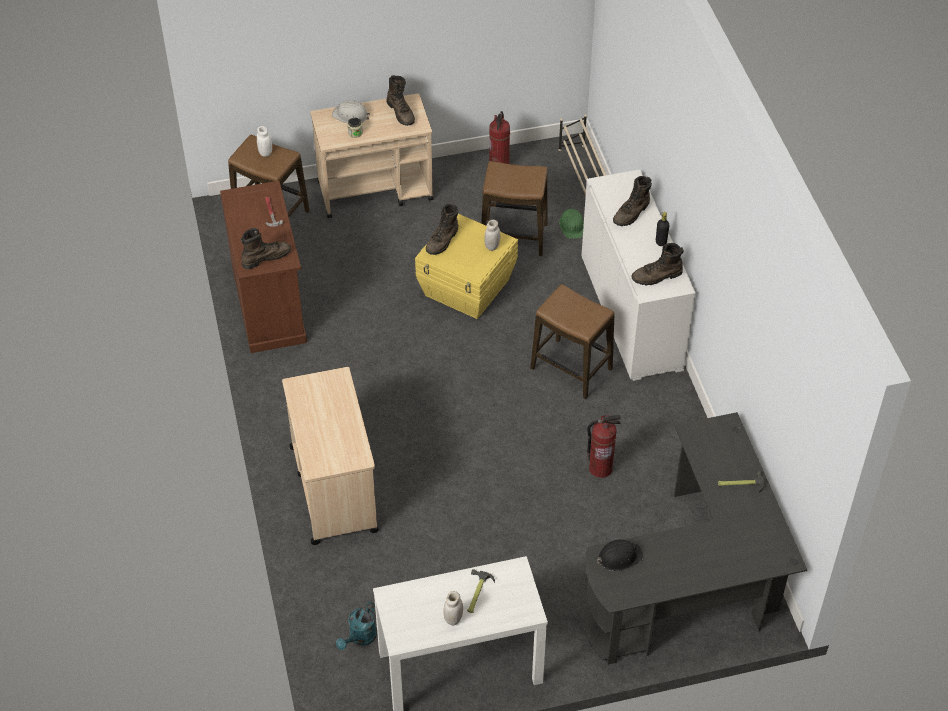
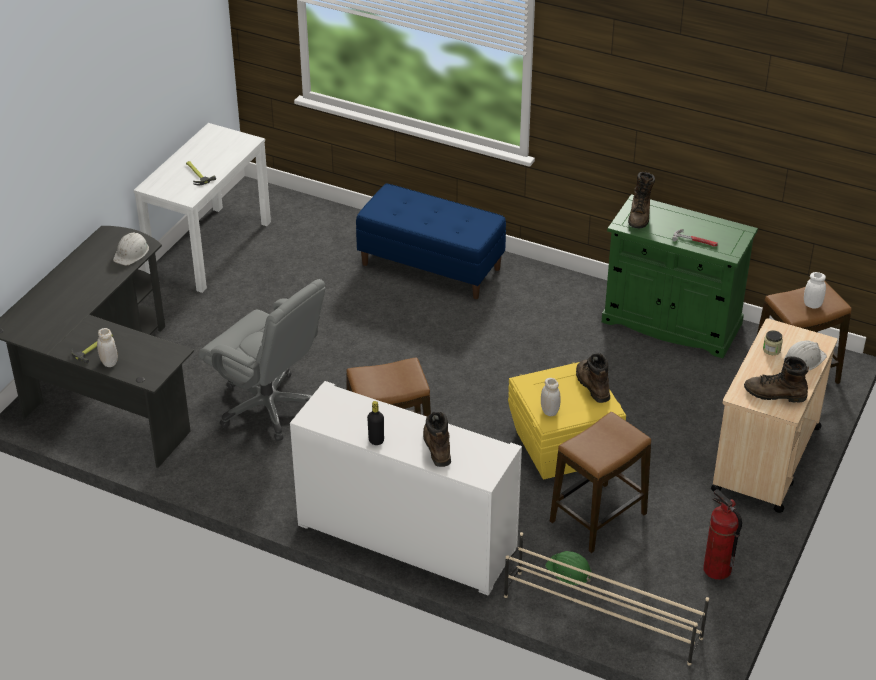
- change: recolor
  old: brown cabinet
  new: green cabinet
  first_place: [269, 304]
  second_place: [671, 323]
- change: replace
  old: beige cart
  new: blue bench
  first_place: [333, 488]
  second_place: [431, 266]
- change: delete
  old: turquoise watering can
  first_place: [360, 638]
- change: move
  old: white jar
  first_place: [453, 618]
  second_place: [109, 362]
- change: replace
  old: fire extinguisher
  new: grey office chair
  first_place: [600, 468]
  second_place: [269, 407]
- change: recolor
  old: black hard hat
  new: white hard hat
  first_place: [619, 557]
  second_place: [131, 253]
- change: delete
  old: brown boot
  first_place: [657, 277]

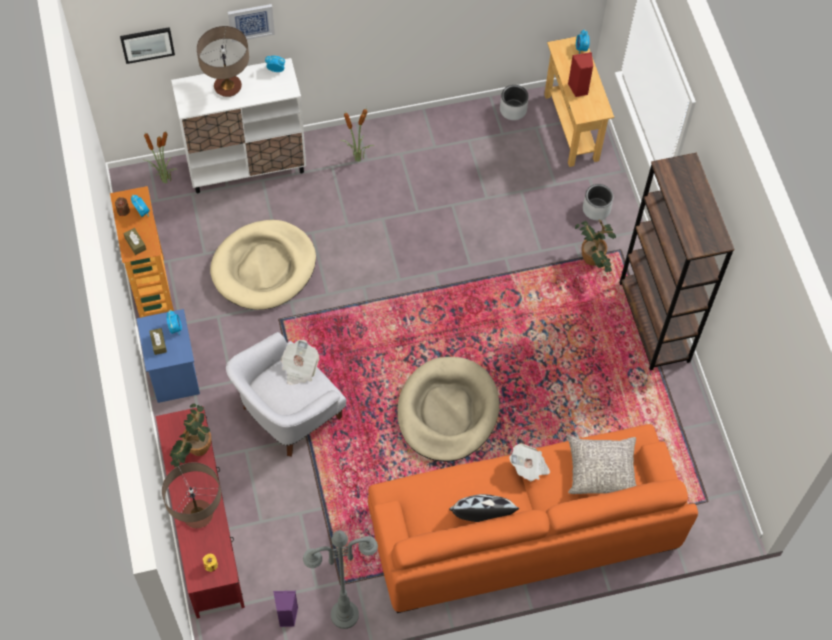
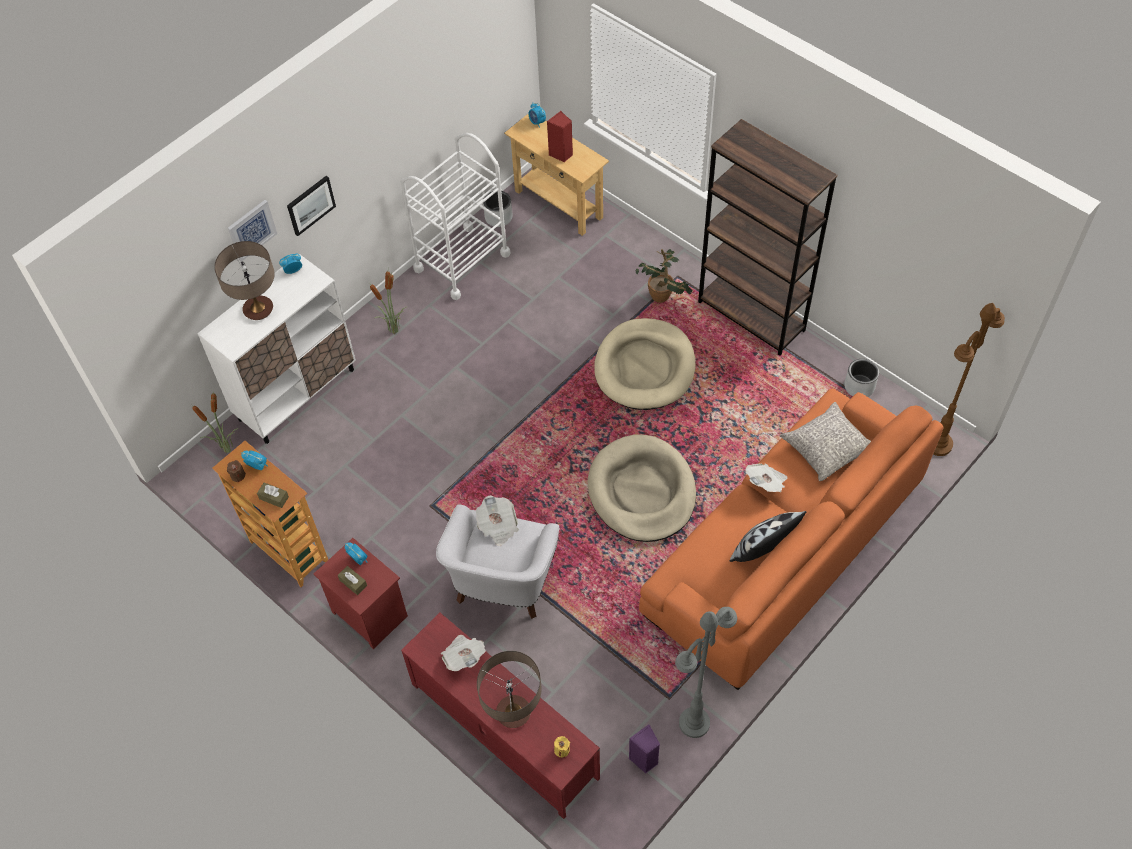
- change: move
  old: picture
  first_place: [147, 44]
  second_place: [310, 205]
- change: recolor
  old: blue nightstand
  new: red nightstand
  first_place: [173, 374]
  second_place: [368, 614]
- change: replace
  old: potted plant
  new: newspaper
  first_place: [195, 450]
  second_place: [464, 657]
- change: move
  old: beige dog bed
  first_place: [264, 267]
  second_place: [645, 367]
- change: move
  old: grey planter
  first_place: [596, 209]
  second_place: [859, 386]
- change: insert
  new: white cart
  second_place: [462, 261]
- change: insert
  new: brown floor lamp
  second_place: [938, 444]

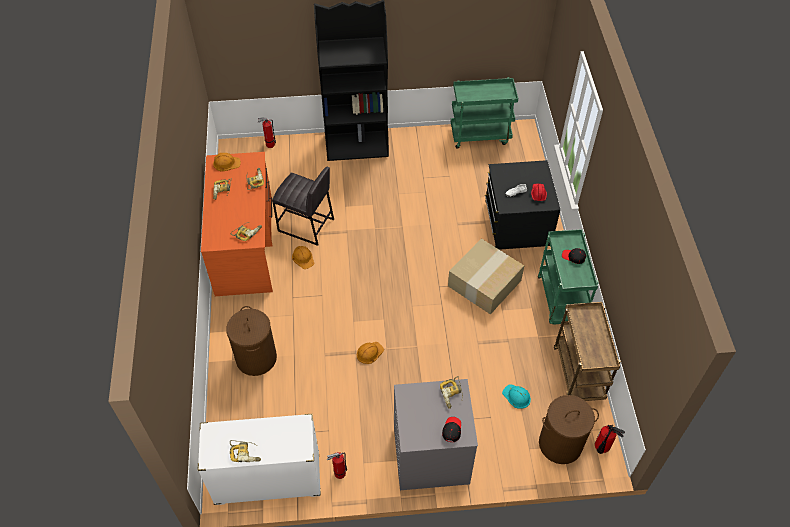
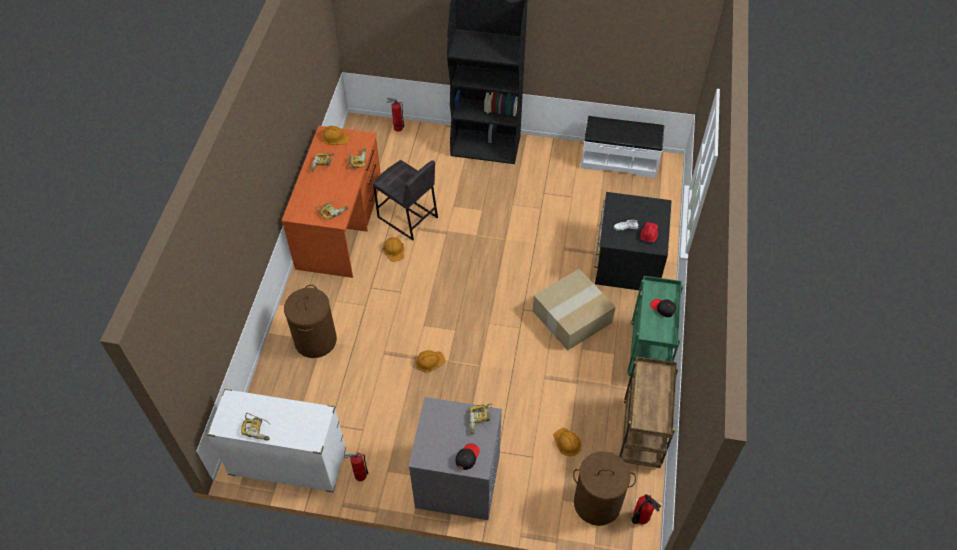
- change: replace
  old: green cart
  new: white bench
  first_place: [480, 135]
  second_place: [619, 160]
- change: recolor
  old: turquoise hard hat
  new: orange hard hat
  first_place: [516, 396]
  second_place: [567, 442]

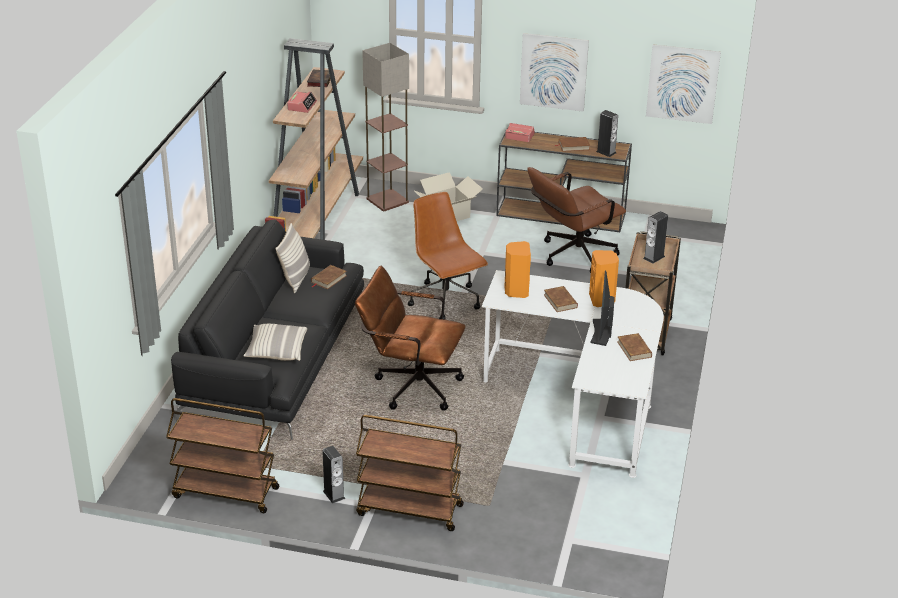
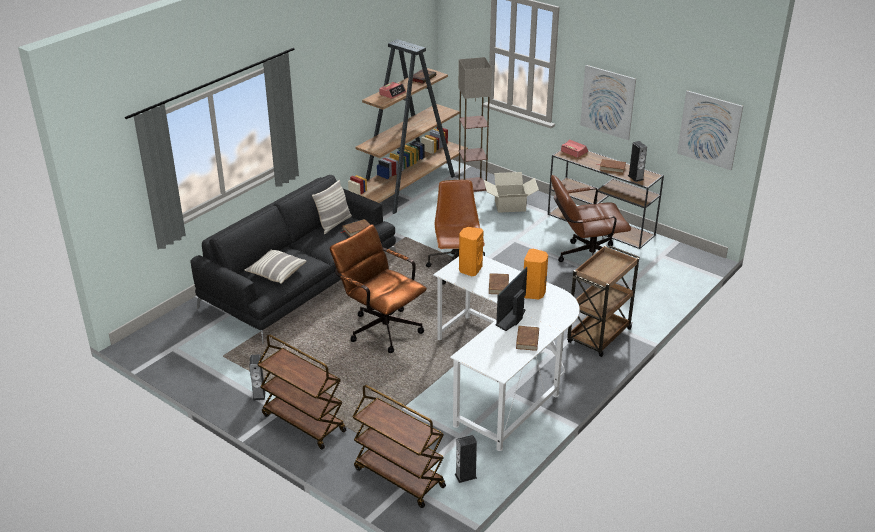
- change: move
  old: brown cart
  first_place: [224, 493]
  second_place: [398, 477]
- change: move
  old: speaker
  first_place: [654, 257]
  second_place: [465, 476]

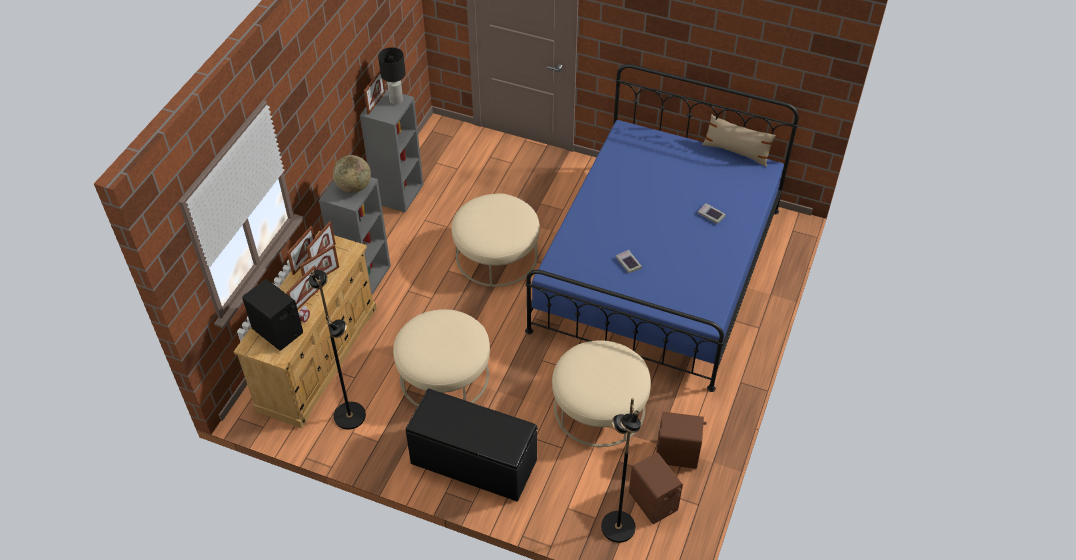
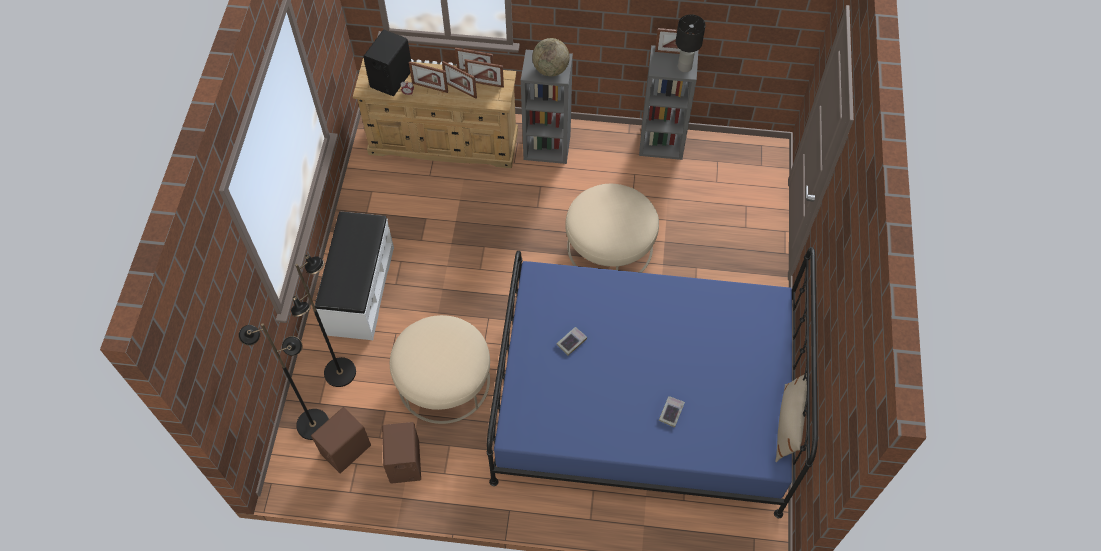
- change: move
  old: black floor lamp
  first_place: [350, 415]
  second_place: [340, 373]
- change: delete
  old: beige ottoman
  first_place: [444, 375]
- change: recolor
  old: black bench
  new: white bench
  first_place: [473, 462]
  second_place: [359, 290]

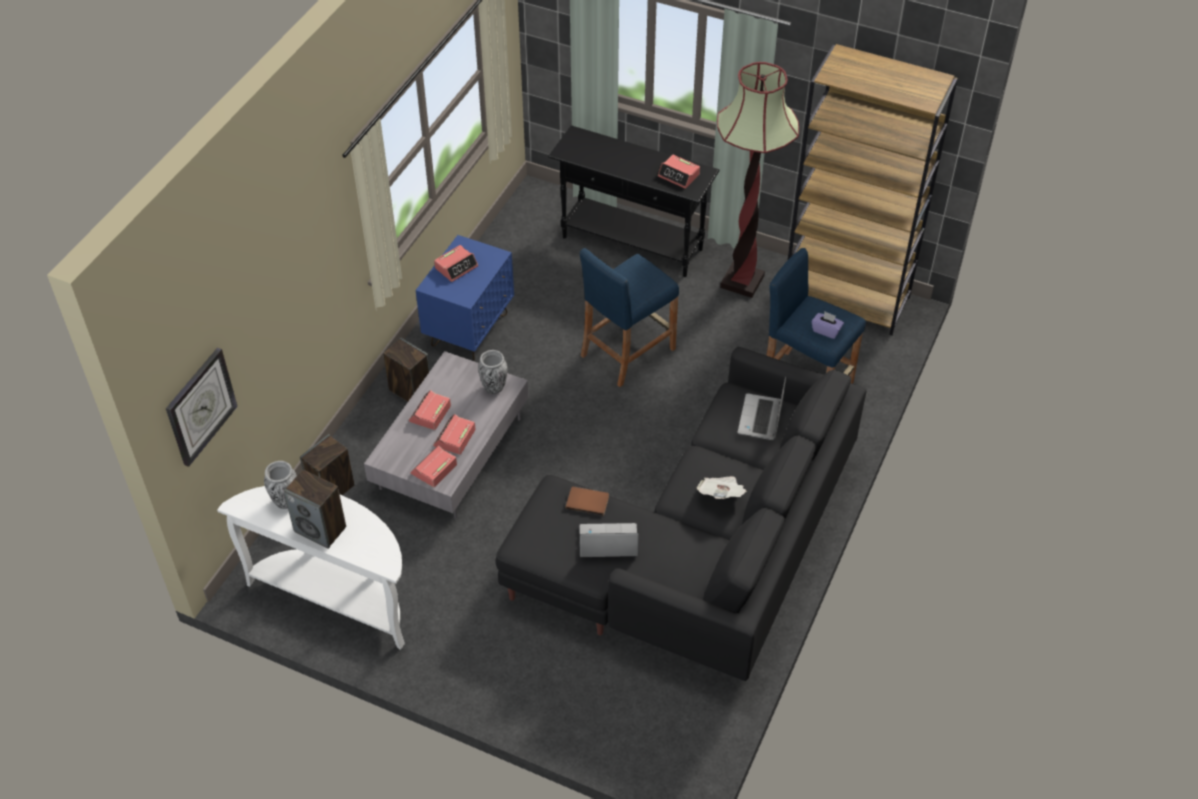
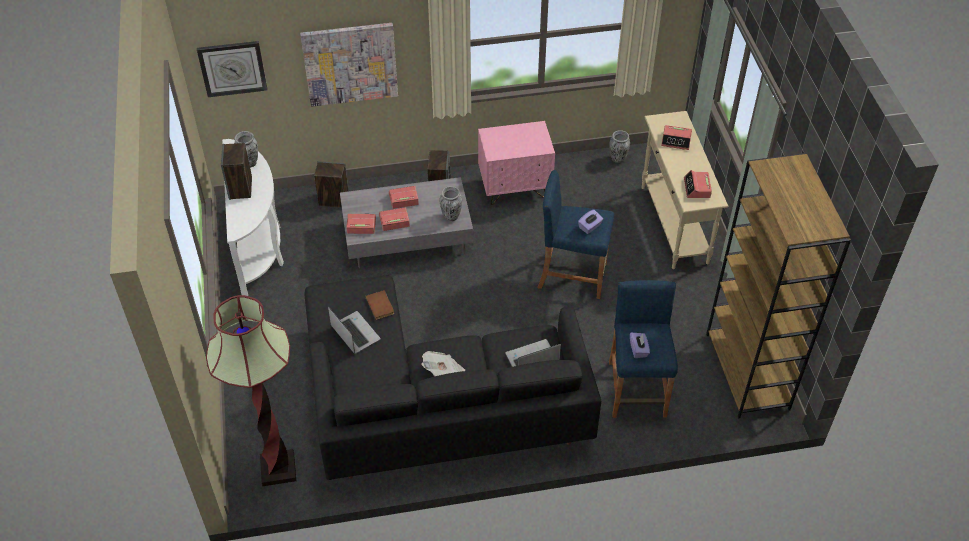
- change: recolor
  old: blue nightstand
  new: pink nightstand
  first_place: [469, 330]
  second_place: [515, 188]
- change: move
  old: alarm clock
  first_place: [456, 267]
  second_place: [676, 141]
- change: recolor
  old: black console table
  new: beige console table
  first_place: [632, 244]
  second_place: [674, 225]
- change: move
  old: floor lamp
  first_place: [742, 281]
  second_place: [278, 469]
- change: insert
  new: picture
  second_place: [350, 63]
- change: insert
  new: purple tissue box
  second_place: [590, 227]
- change: insert
  new: vase
  second_place: [617, 159]

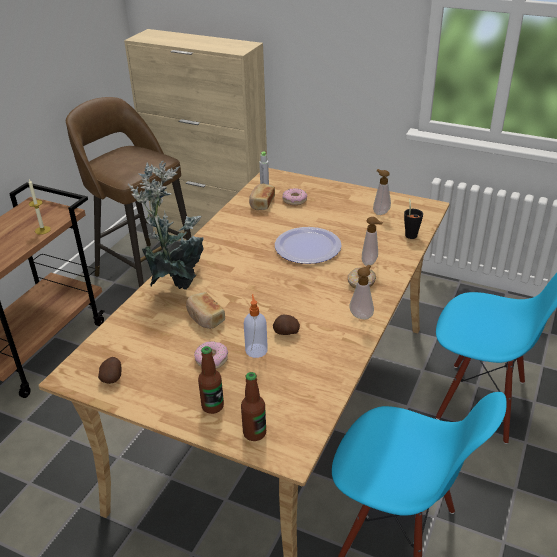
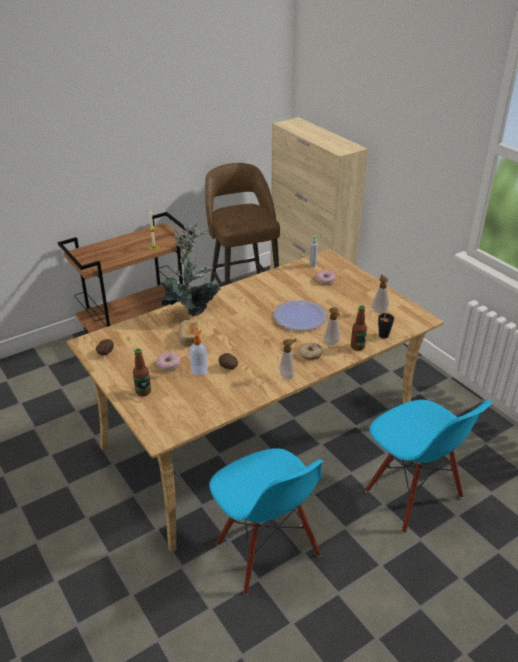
- change: move
  old: bottle
  first_place: [254, 433]
  second_place: [357, 347]
- change: delete
  old: bread
  first_place: [261, 203]

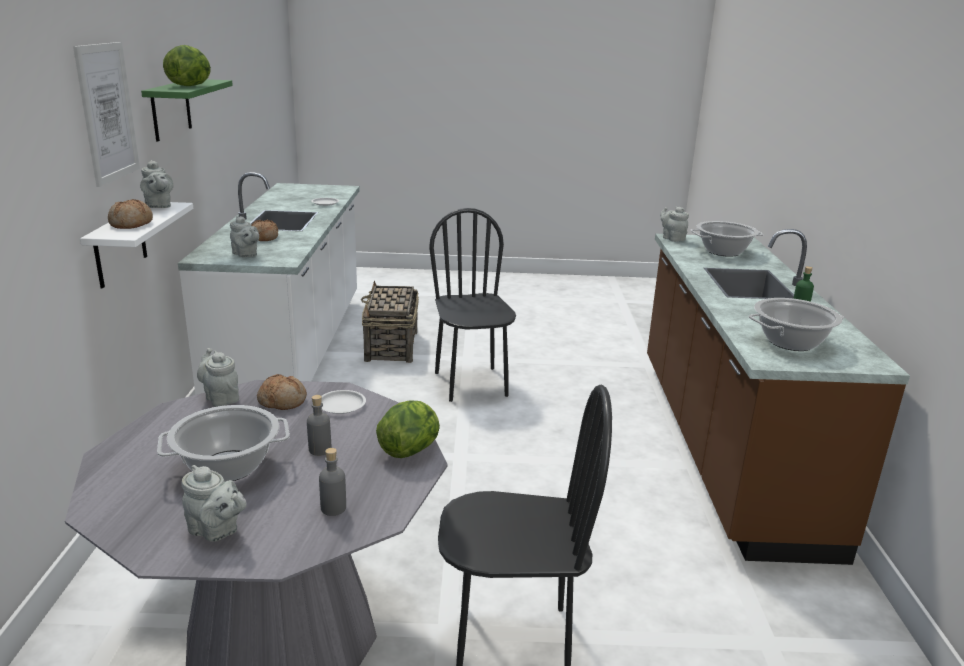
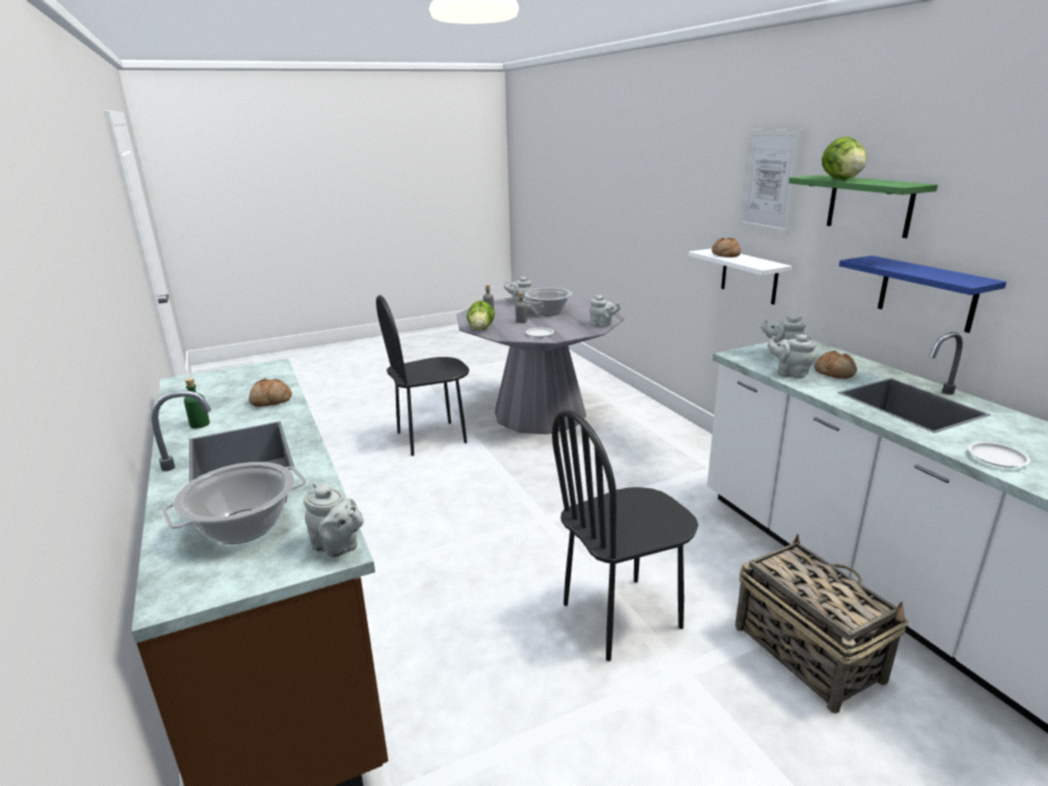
- change: move
  old: grey teapot
  first_place: [158, 206]
  second_place: [790, 373]
- change: move
  old: bread
  first_place: [283, 401]
  second_place: [270, 401]
- change: rotate
  old: black chair
  first_place: [471, 384]
  second_place: [622, 616]
  degrees: 105
- change: delete
  old: cooking pot
  first_place: [791, 342]
- change: insert
  new: blue shelf
  second_place: [927, 293]

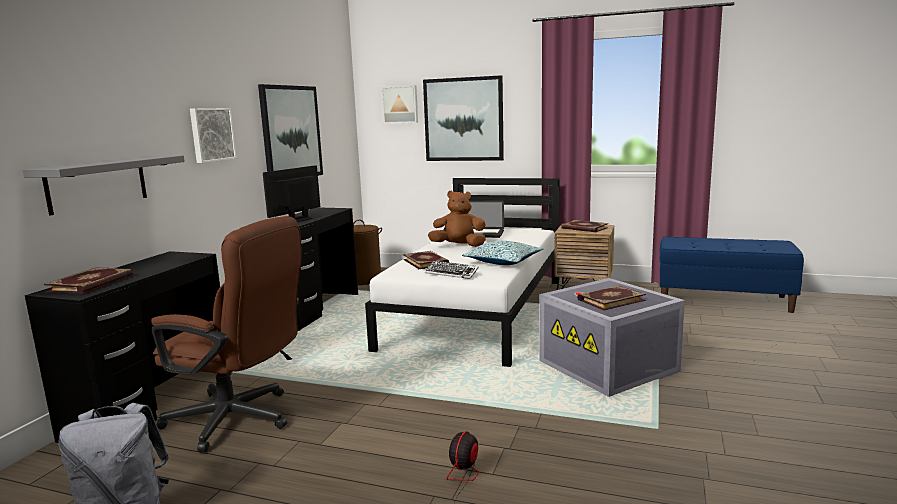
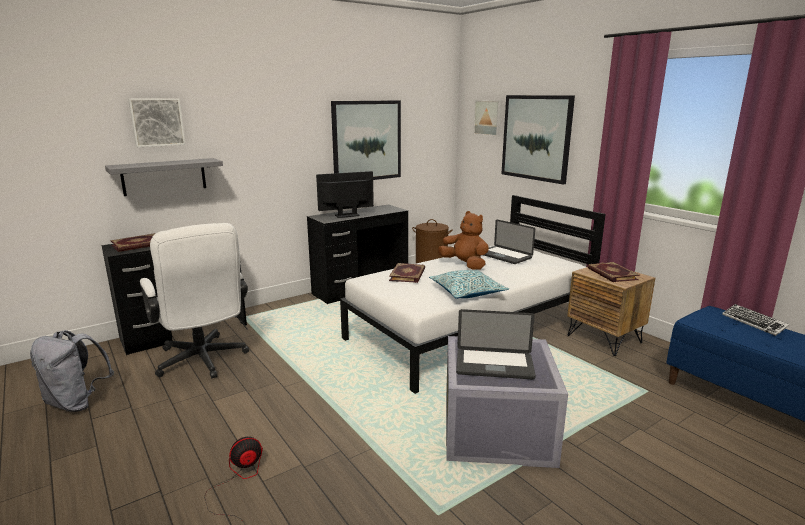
- change: recolor
  old: brown office chair
  new: white office chair
  first_place: [240, 420]
  second_place: [203, 362]
- change: move
  old: picture
  first_place: [211, 134]
  second_place: [157, 122]
- change: move
  old: keyboard
  first_place: [451, 273]
  second_place: [753, 323]
- change: replace
  old: book
  new: laptop
  first_place: [610, 300]
  second_place: [494, 365]

